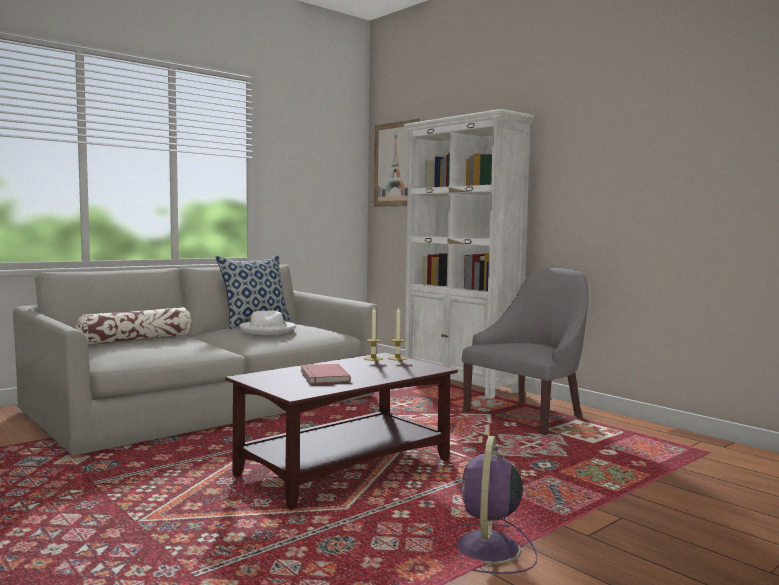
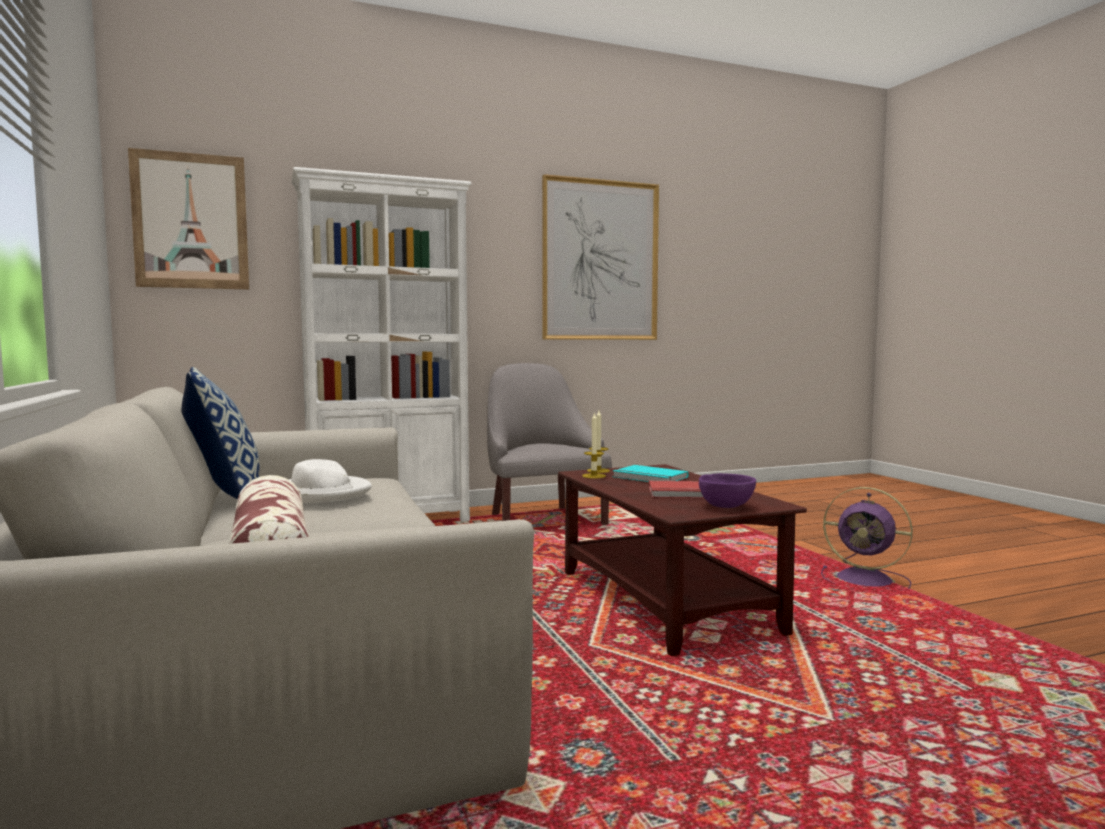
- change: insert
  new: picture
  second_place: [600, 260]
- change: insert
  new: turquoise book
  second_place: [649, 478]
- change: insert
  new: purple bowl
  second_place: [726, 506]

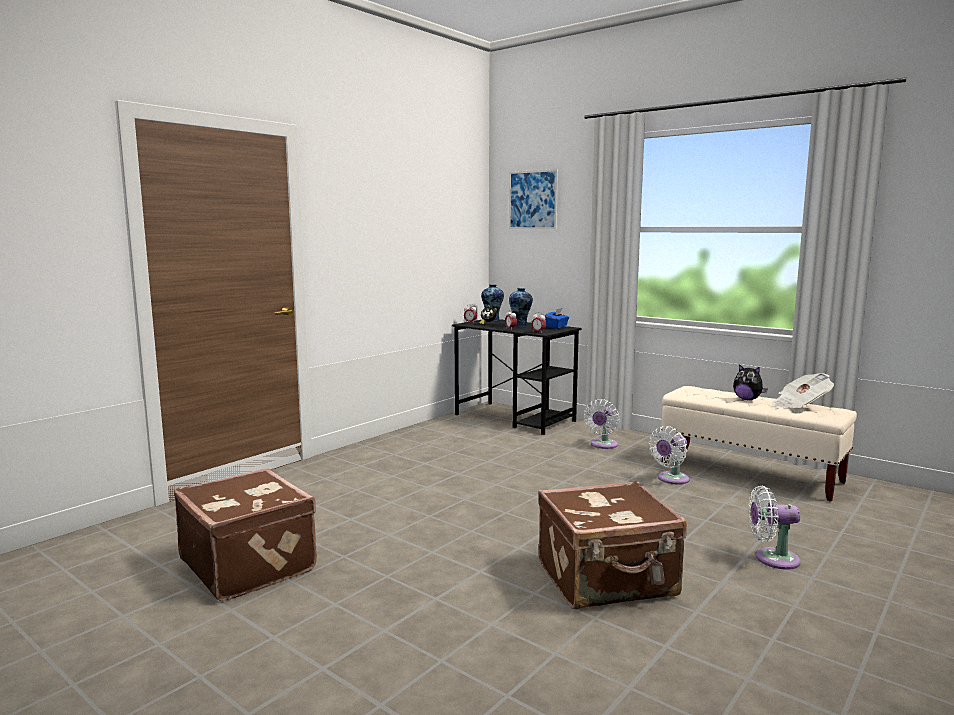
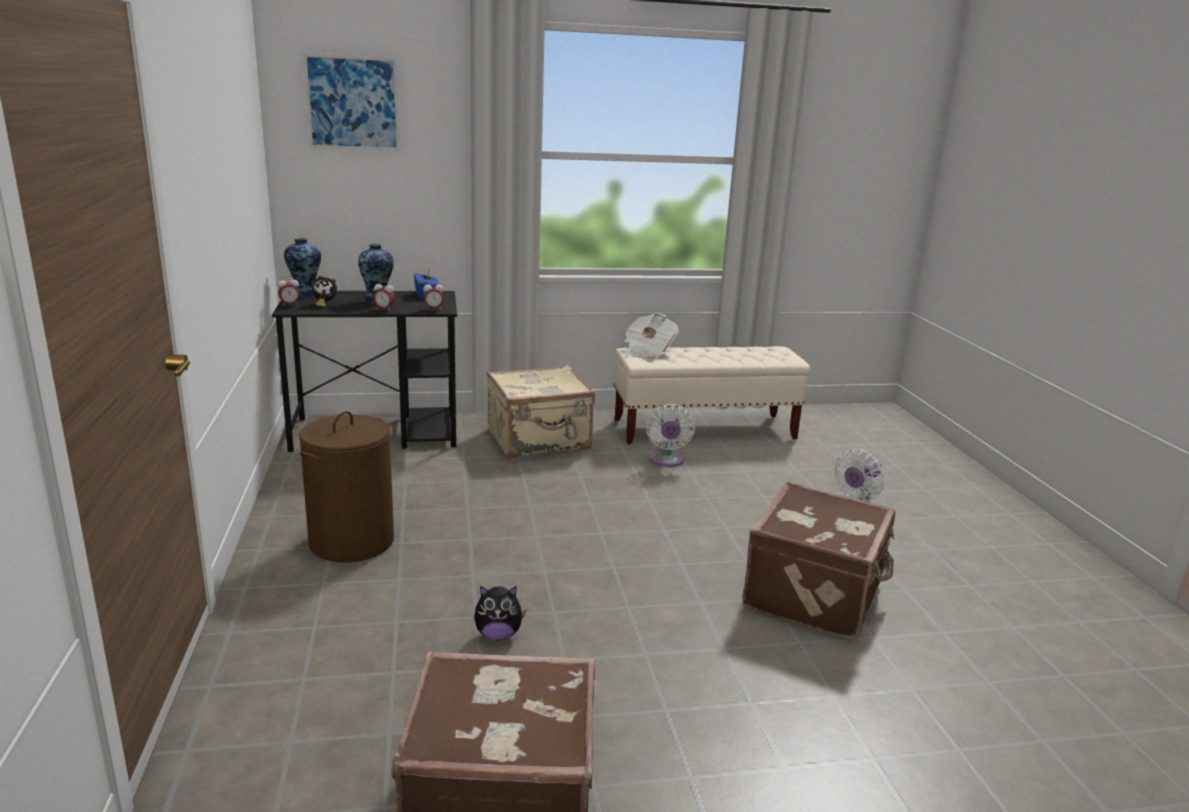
- change: replace
  old: white fan
  new: beige suitcase
  first_place: [602, 445]
  second_place: [539, 440]
- change: move
  old: plush toy
  first_place: [747, 399]
  second_place: [498, 635]
- change: move
  old: newspaper
  first_place: [800, 405]
  second_place: [647, 350]
- change: insert
  new: brown laundry basket
  second_place: [352, 541]

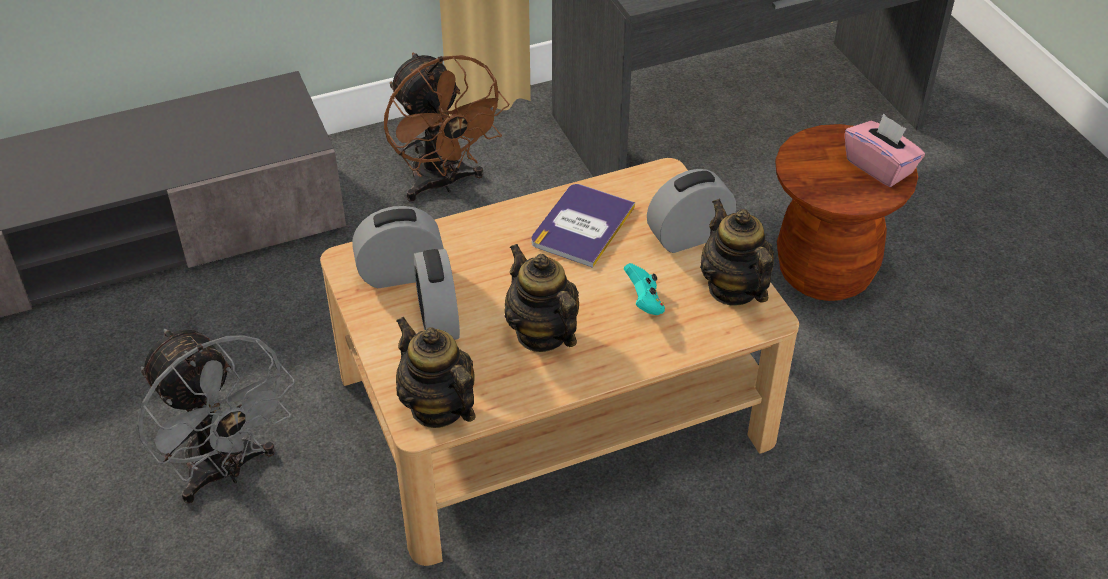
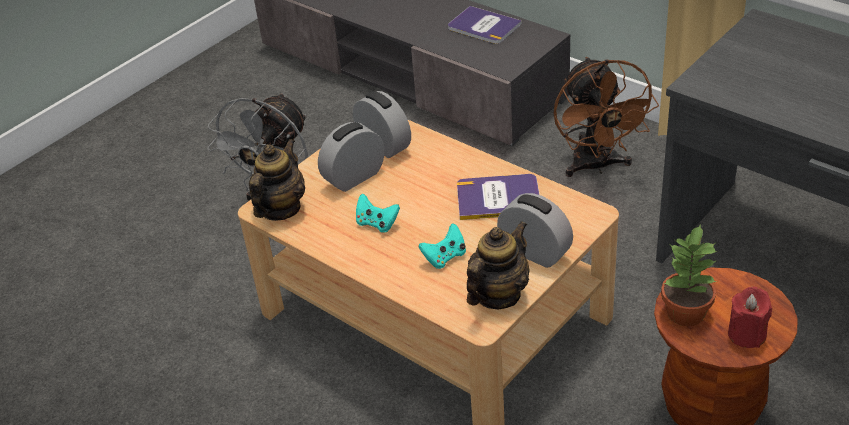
- change: rotate
  old: brown fan
  first_place: [443, 183]
  second_place: [597, 166]
  degrees: -45
- change: replace
  old: teapot
  new: turquoise game controller
  first_place: [542, 333]
  second_place: [377, 224]
- change: replace
  old: pink tissue box
  new: red candle
  first_place: [879, 167]
  second_place: [746, 334]
- change: insert
  new: book
  second_place: [483, 26]
- change: insert
  new: potted plant
  second_place: [685, 313]

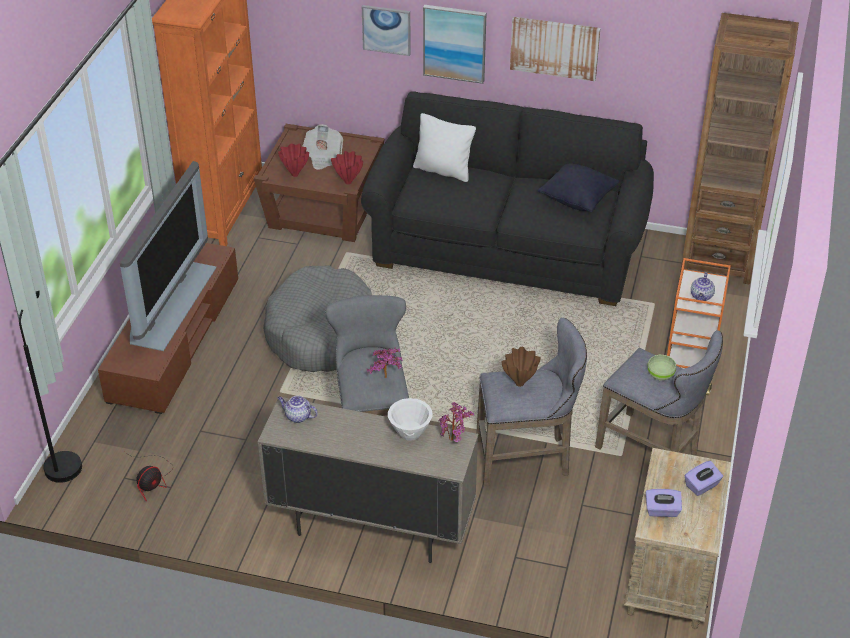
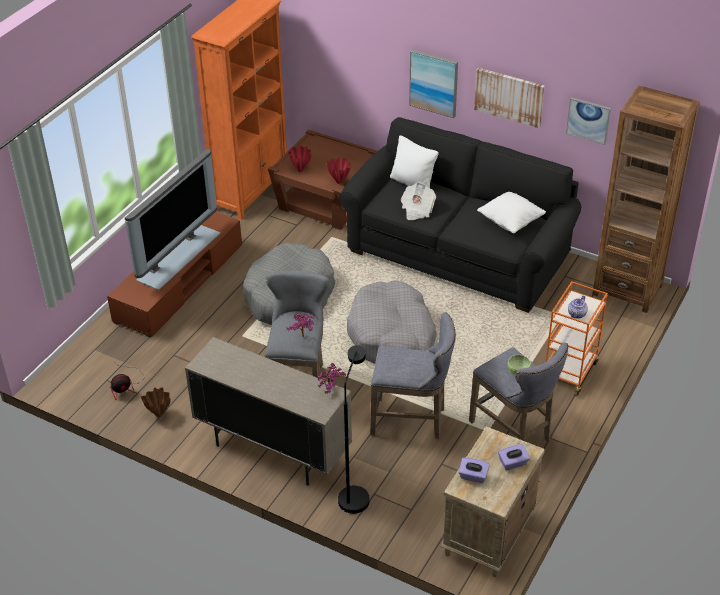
- change: move
  old: black floor lamp
  first_place: [63, 460]
  second_place: [354, 493]
- change: delete
  old: teapot
  first_place: [297, 416]
- change: move
  old: newspaper
  first_place: [323, 157]
  second_place: [417, 210]
- change: move
  old: picture
  first_place: [386, 29]
  second_place: [588, 120]
- change: delete
  old: white bowl
  first_place: [409, 432]
- change: move
  old: brown vase
  first_place: [520, 383]
  second_place: [159, 415]
- change: recolor
  old: black pillow
  new: white pillow
  first_place: [577, 200]
  second_place: [510, 222]
- change: insert
  new: grey dog bed
  second_place: [392, 336]

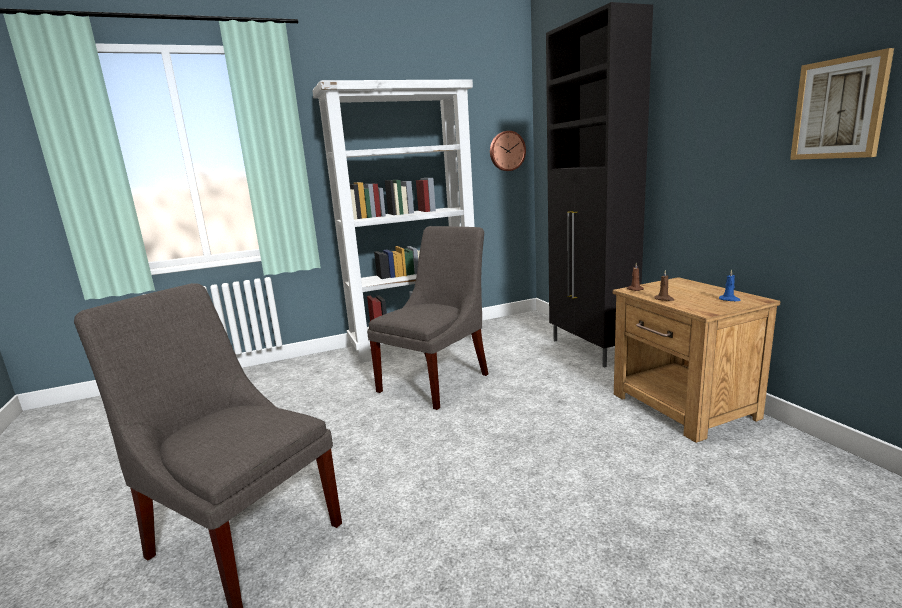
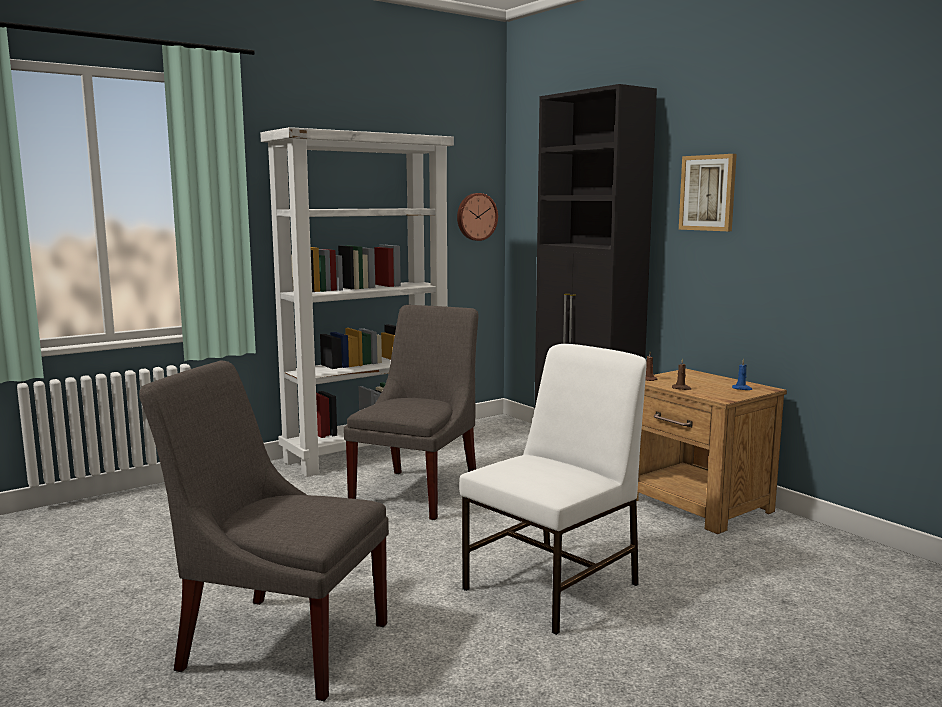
- change: move
  old: picture
  first_place: [839, 109]
  second_place: [708, 193]
- change: insert
  new: white chair
  second_place: [554, 586]

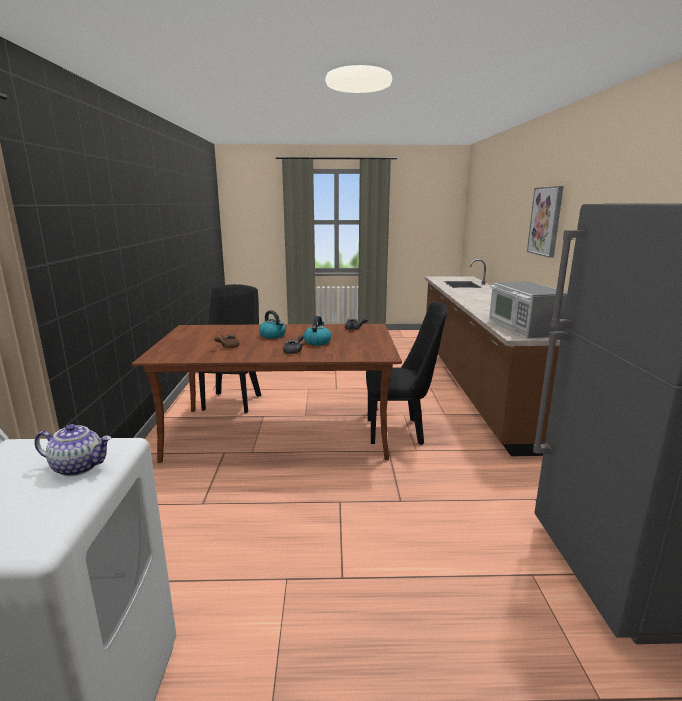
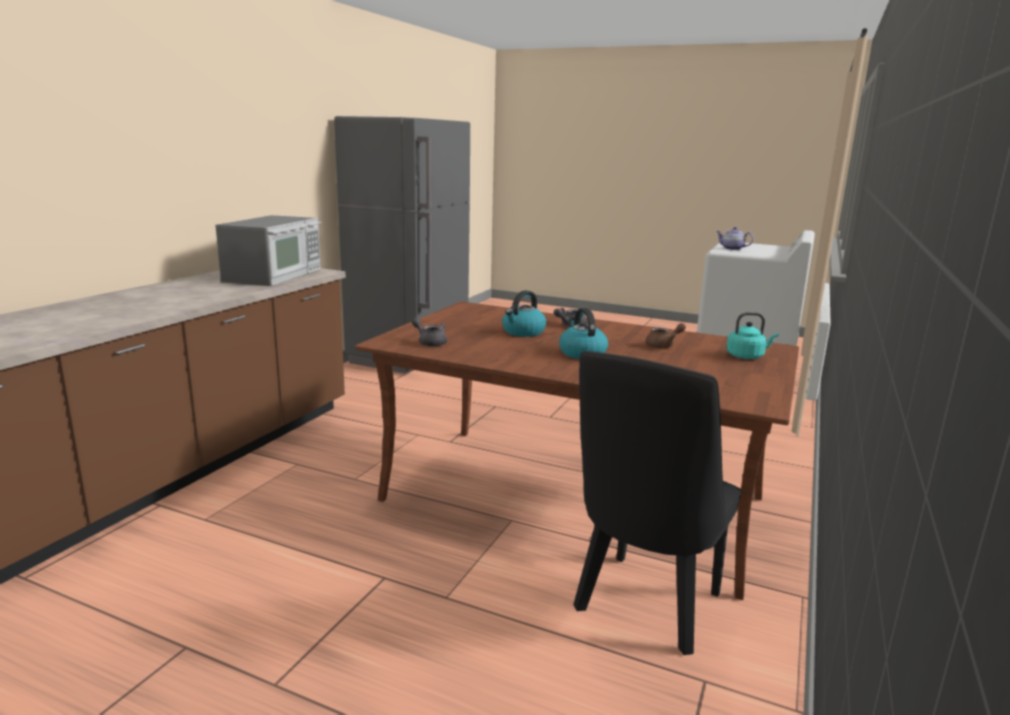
- change: delete
  old: black chair
  first_place: [400, 431]
- change: delete
  old: picture
  first_place: [546, 221]
- change: insert
  new: turquoise kettle
  second_place: [747, 356]

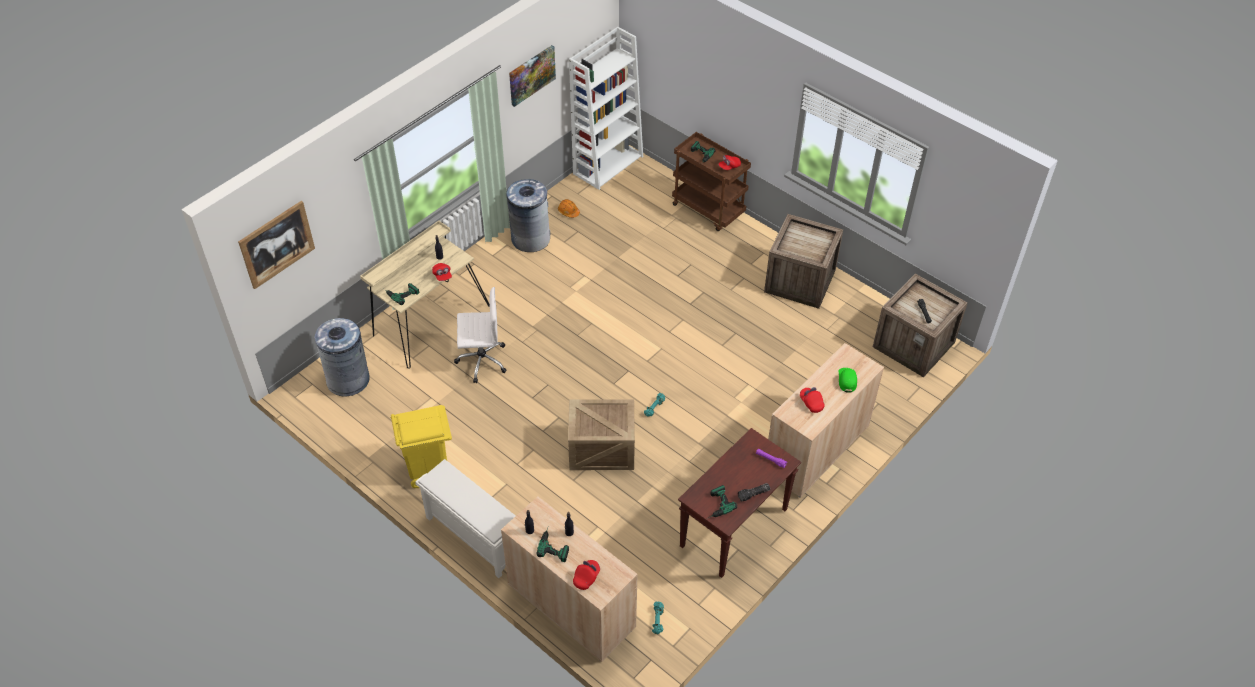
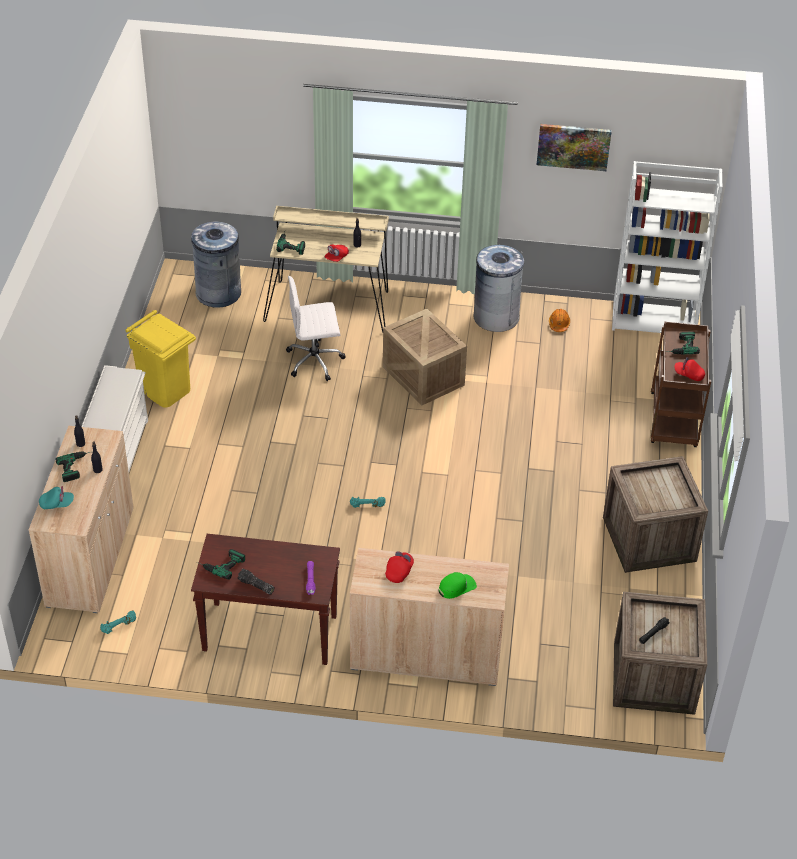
- change: delete
  old: picture
  first_place: [277, 244]
- change: rotate
  old: white office chair
  first_place: [481, 360]
  second_place: [315, 361]
  degrees: 120
- change: move
  old: crate
  first_place: [603, 449]
  second_place: [424, 376]
- change: recolor
  old: red cap
  new: turquoise cap
  first_place: [586, 577]
  second_place: [57, 504]

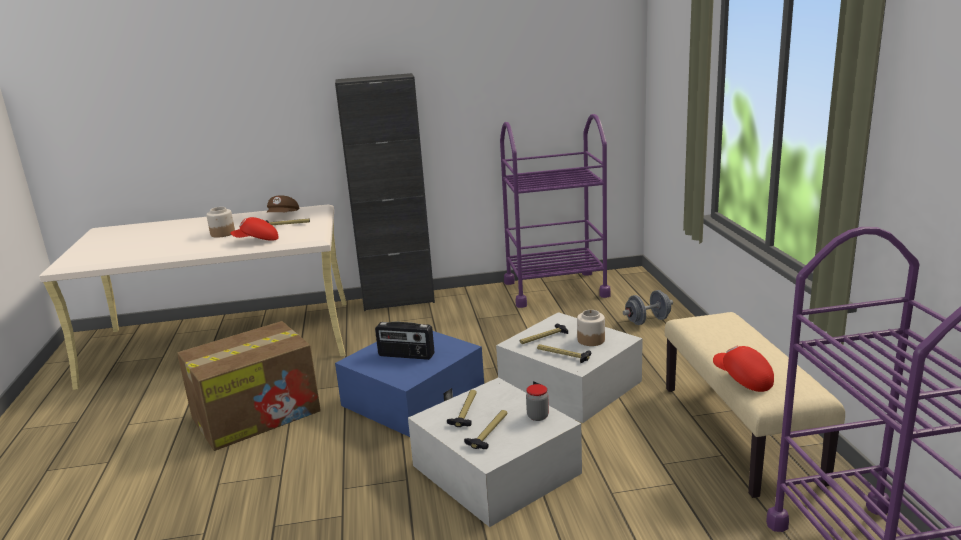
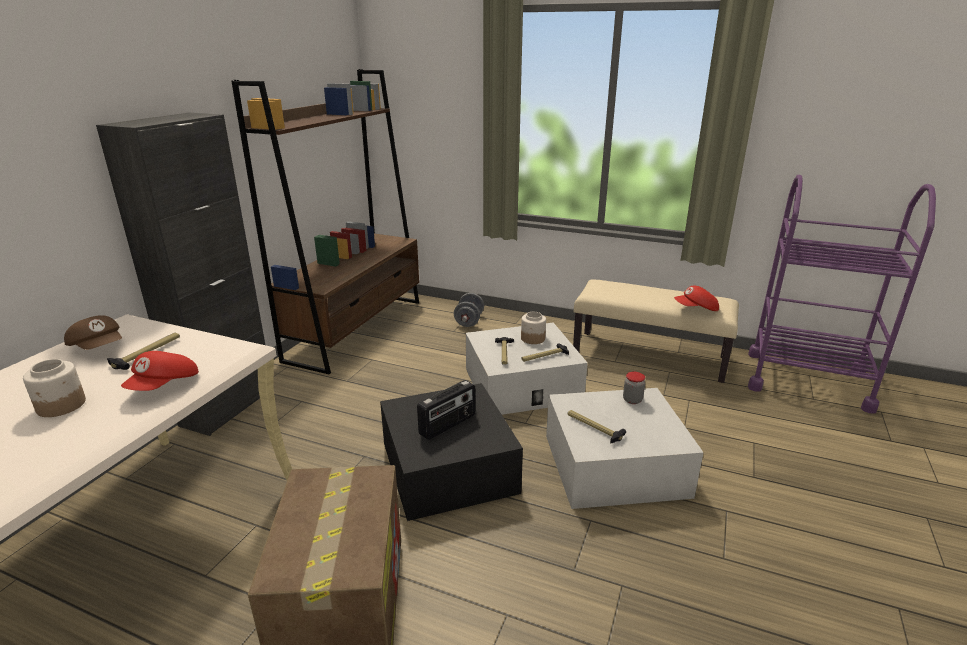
- change: recolor
  old: blue storage box
  new: black storage box
  first_place: [413, 397]
  second_place: [448, 467]
- change: delete
  old: hammer
  first_place: [489, 432]
- change: replace
  old: purple cart
  new: brown bookcase
  first_place: [555, 289]
  second_place: [357, 329]

